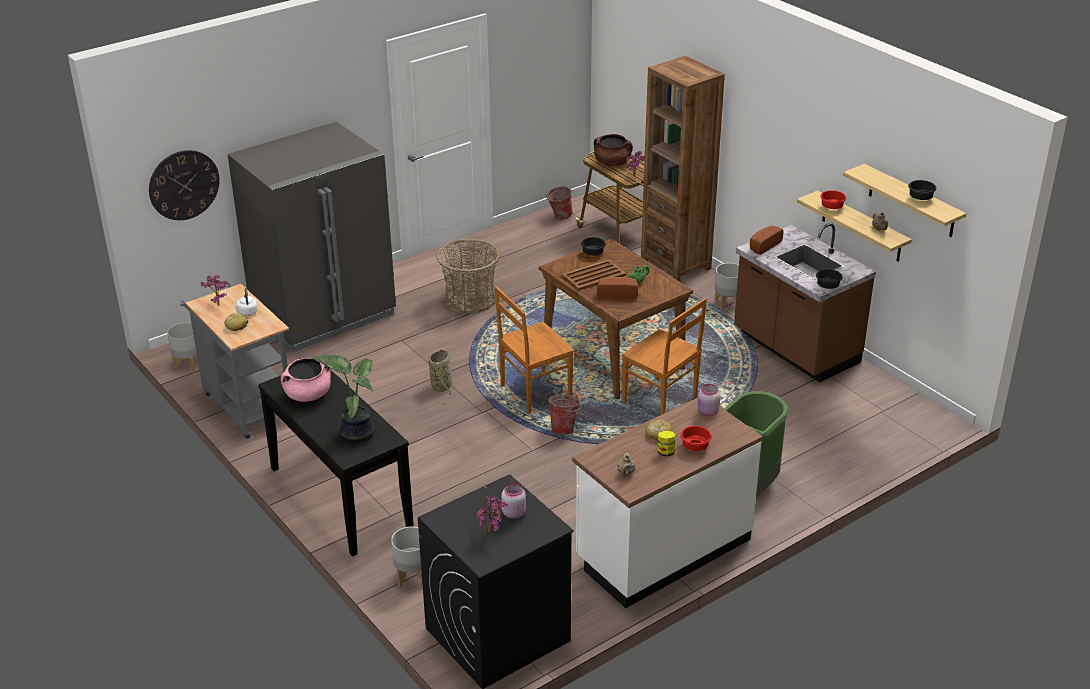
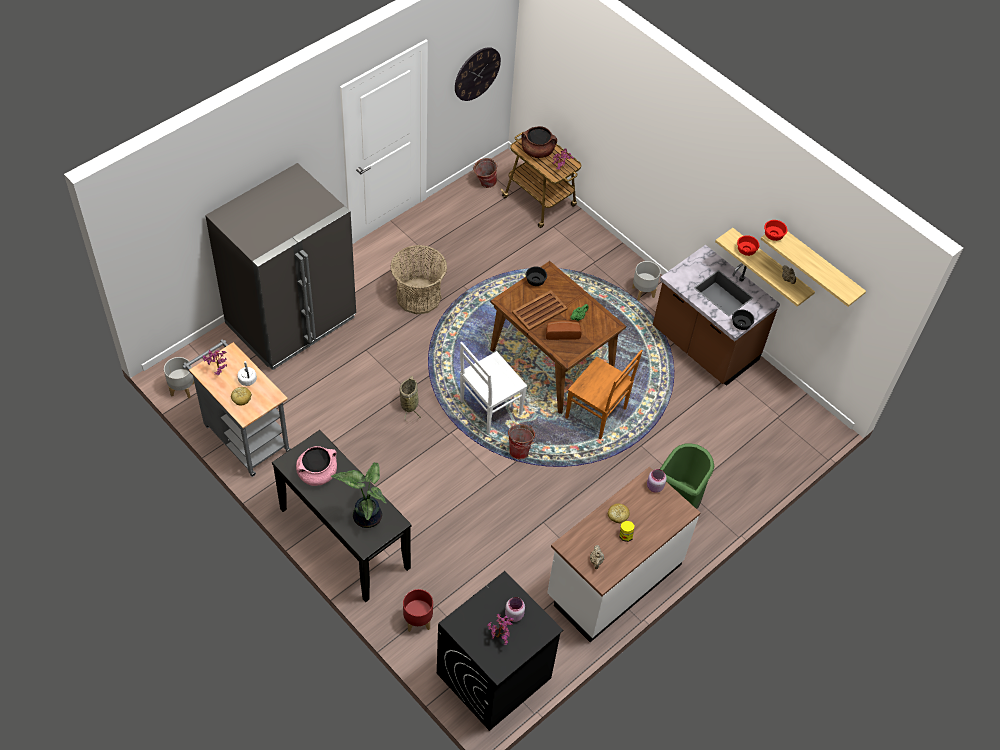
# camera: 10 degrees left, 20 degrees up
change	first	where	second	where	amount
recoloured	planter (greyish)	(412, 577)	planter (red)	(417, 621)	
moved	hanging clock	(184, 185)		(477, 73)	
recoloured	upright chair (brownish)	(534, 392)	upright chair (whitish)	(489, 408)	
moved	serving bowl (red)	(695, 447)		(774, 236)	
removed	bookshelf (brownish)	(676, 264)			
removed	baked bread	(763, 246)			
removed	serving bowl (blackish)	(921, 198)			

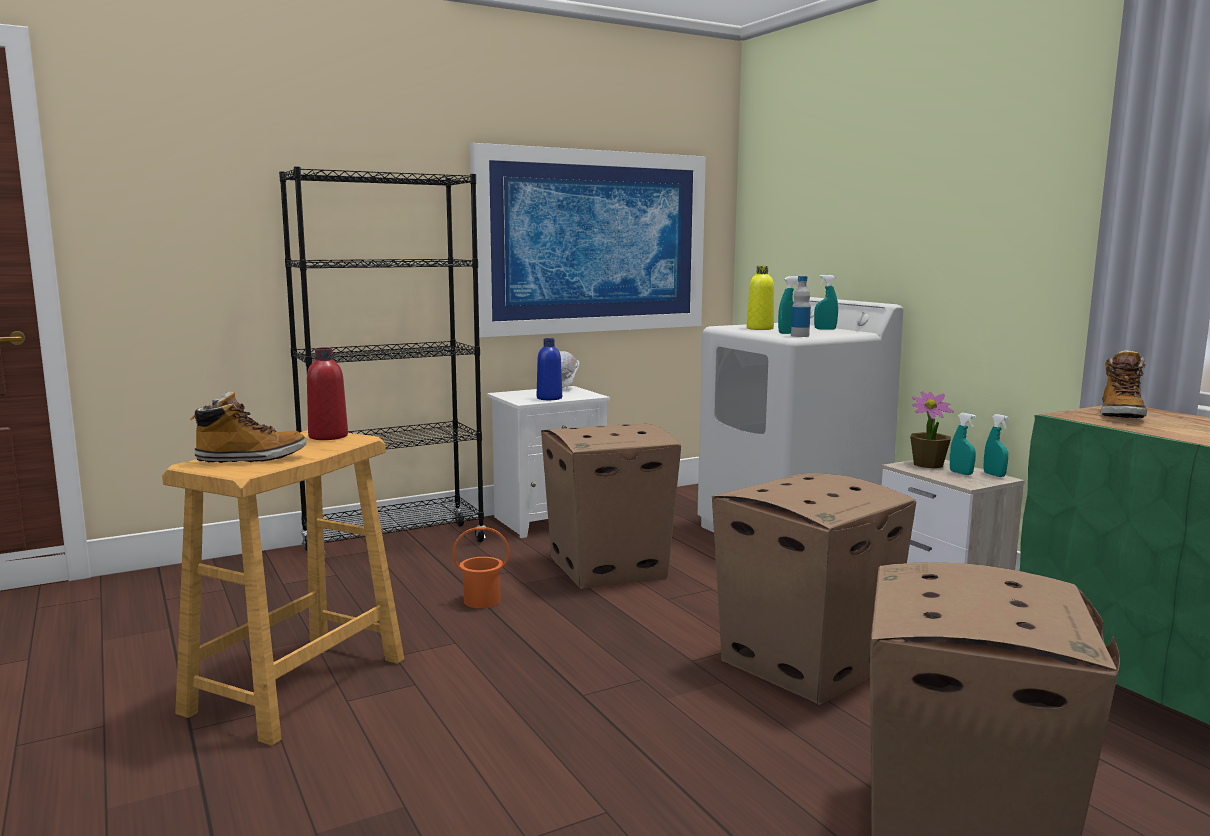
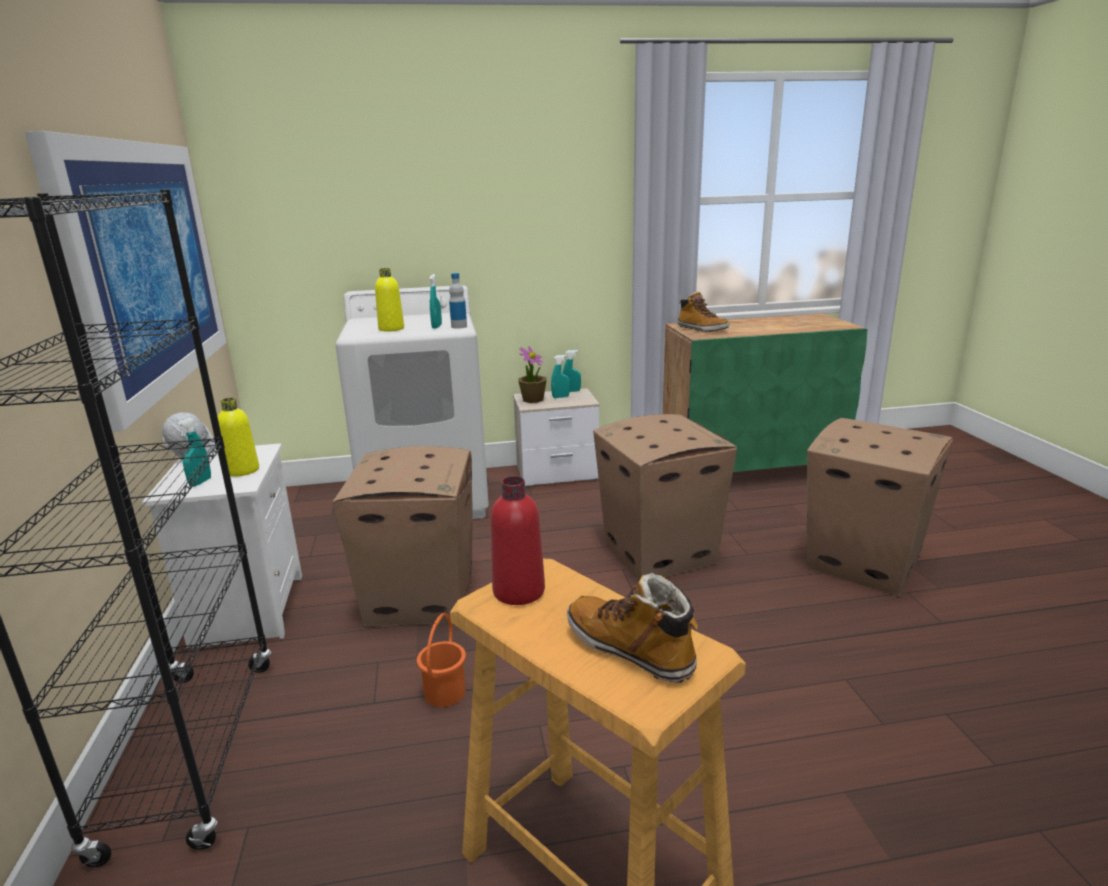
# camera: 70 degrees left, 10 degrees up
change	first	where	second	where	amount
moved	spray bottle (turquoise-coloured)	(825, 329)		(200, 482)	
recoloured	drink bottle (blue)	(549, 398)	drink bottle (yellowish)	(242, 470)	
turned	tall boot	(251, 458)		(630, 649)	45 degrees counterclockwise

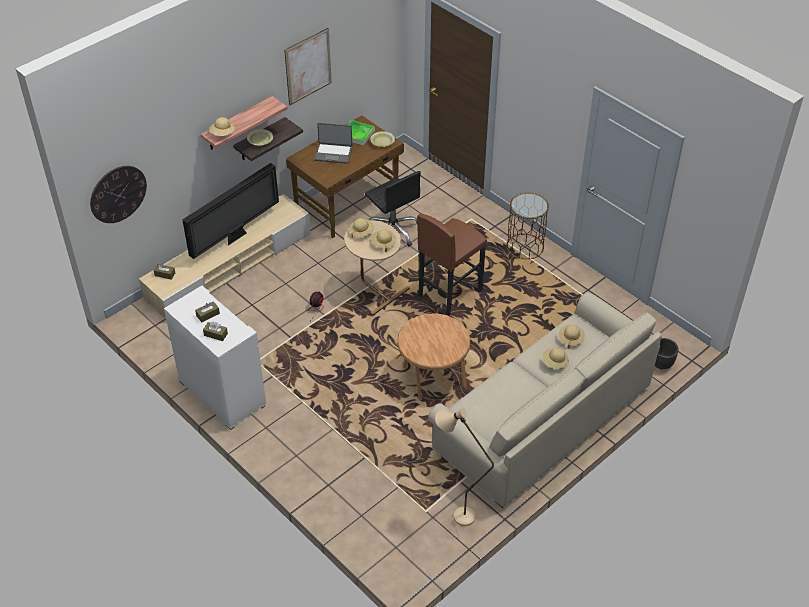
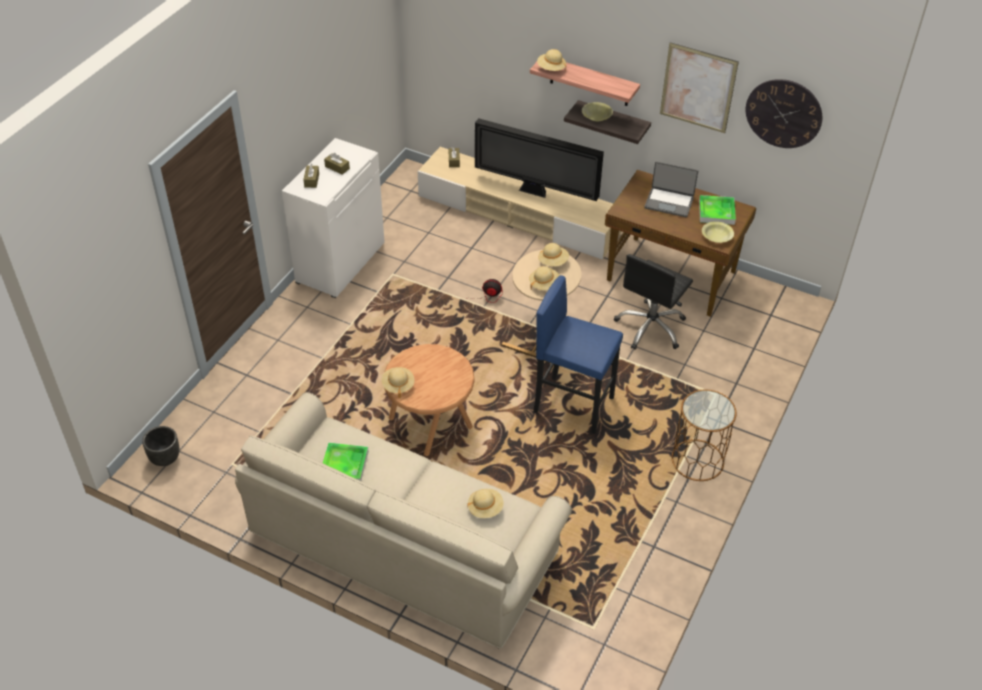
# camera: 70 degrees right, 0 degrees up
change	first	where	second	where	amount
moved	planter (blackish)	(661, 364)		(165, 459)	
added			tray	(344, 465)	
moved	clothing hat (sand-coloured)	(554, 363)		(398, 385)	
recoloured	stool (brownish)	(449, 292)	stool (blue)	(573, 404)	
turned	portable computer	(333, 153)		(669, 202)	60 degrees counterclockwise
moved	hanging clock	(118, 194)		(783, 113)	
removed	standing lamp (sand-coloured)	(456, 514)			

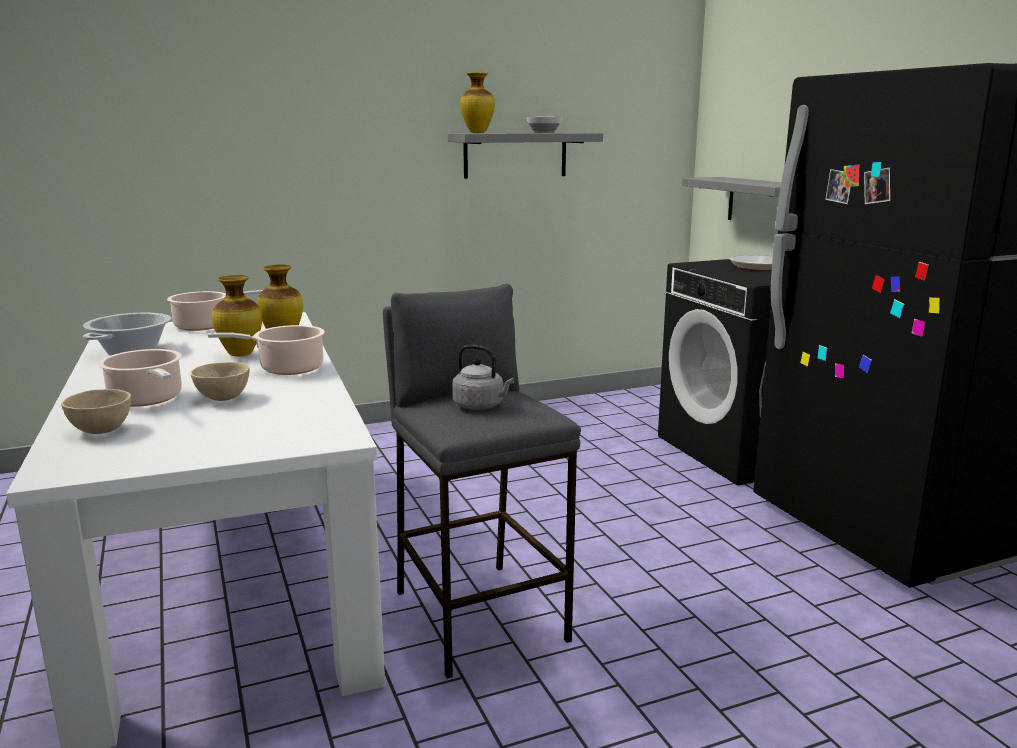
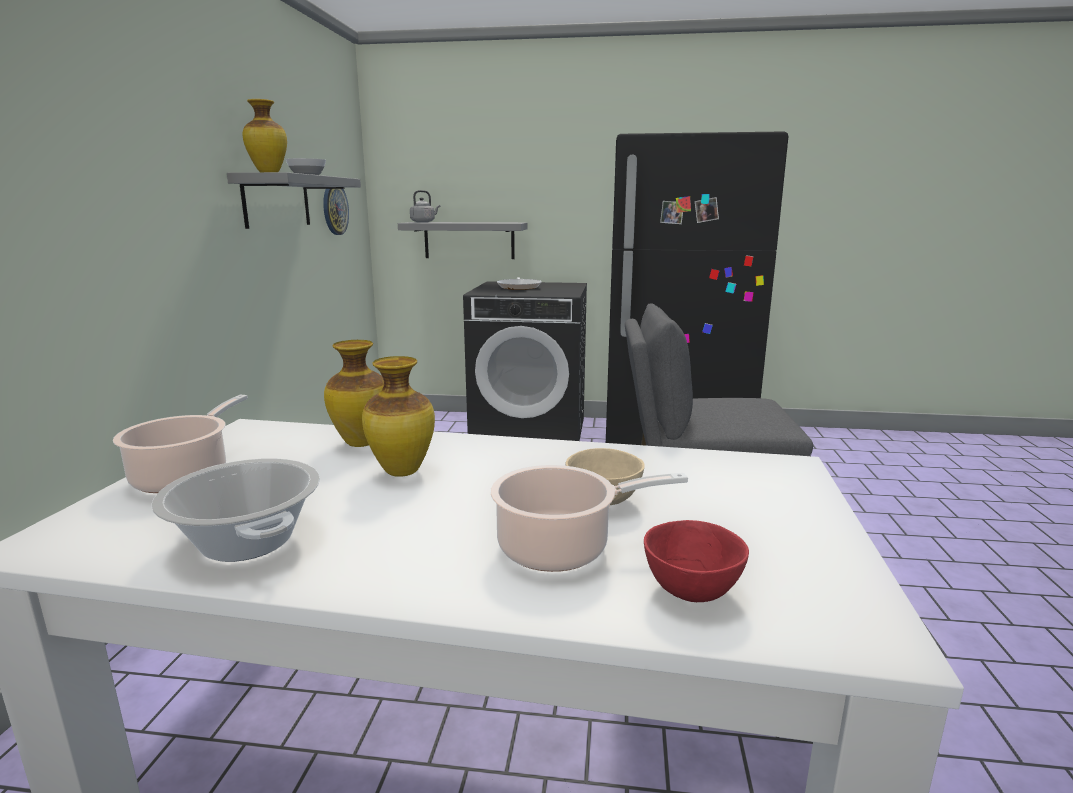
# camera: 60 degrees left, 0 degrees up
change	first	where	second	where	amount
added			hanging clock	(334, 209)	
moved	kettle (greyish)	(481, 406)		(424, 222)	
recoloured	serving bowl (sand-coloured)	(101, 430)	serving bowl (red)	(690, 592)	
removed	cooking pot	(287, 368)			

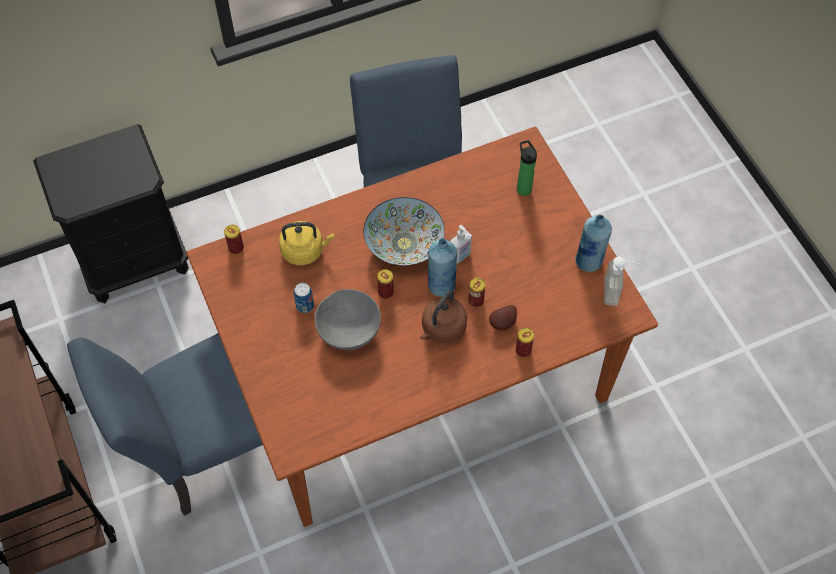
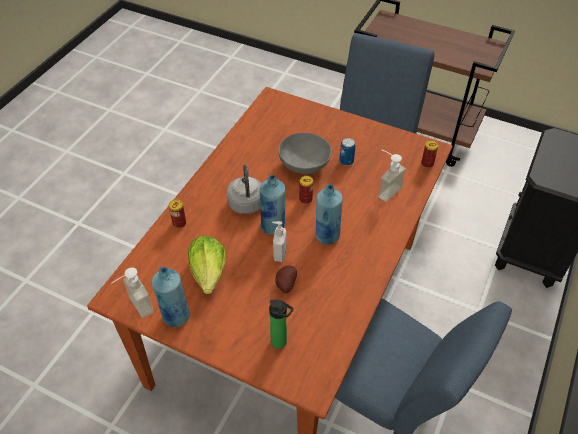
# camera: 140 degrees right, 10 degrees down
change	first	where	second	where	amount
added			lettuce	(209, 272)	
recoloured	kettle (brownish)	(442, 329)	kettle (greyish)	(246, 201)	
moved	whole potato	(503, 324)		(285, 284)	
replaced	serving bowl	(404, 244)	drink bottle (blue)	(327, 236)	
replaced	kettle (yellowish)	(305, 250)	soap bottle	(385, 189)	
removed	metal can	(476, 300)			

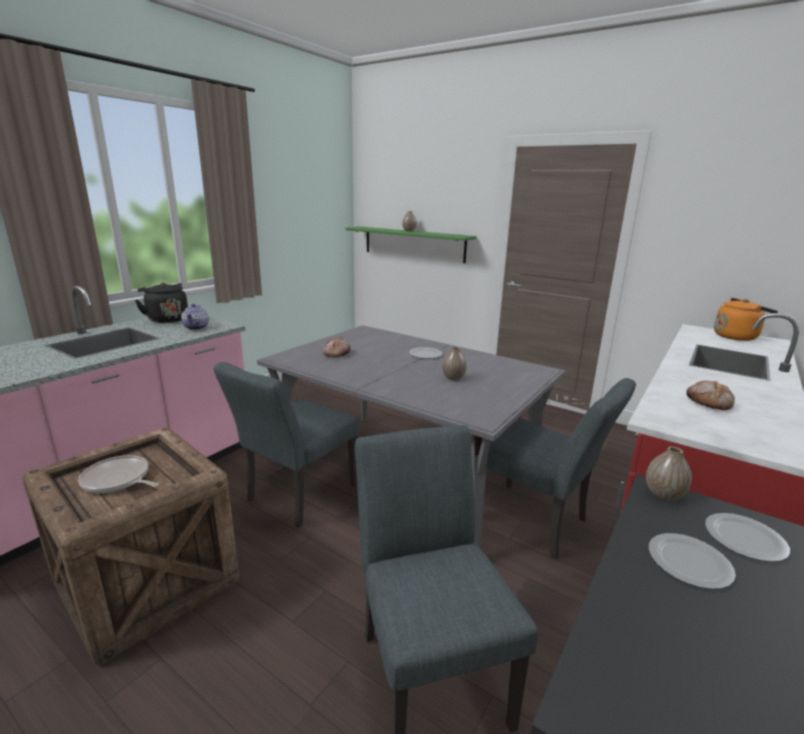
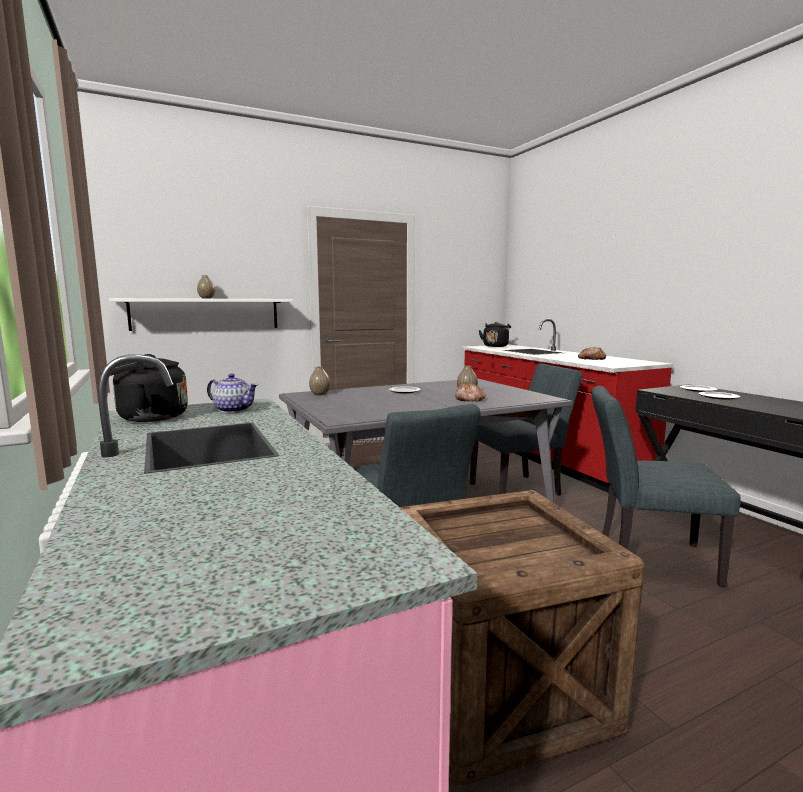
# camera: 60 degrees left, 10 degrees down
change	first	where	second	where	amount
recoloured	wall shelf (greenish)	(413, 244)	wall shelf (whitish)	(206, 314)	
moved	vase	(663, 495)		(320, 394)	
moved	baked bread	(336, 353)		(469, 399)	
recoloured	kettle (orange)	(737, 337)	kettle (blackish)	(495, 346)	
removed	frying pan	(118, 480)			

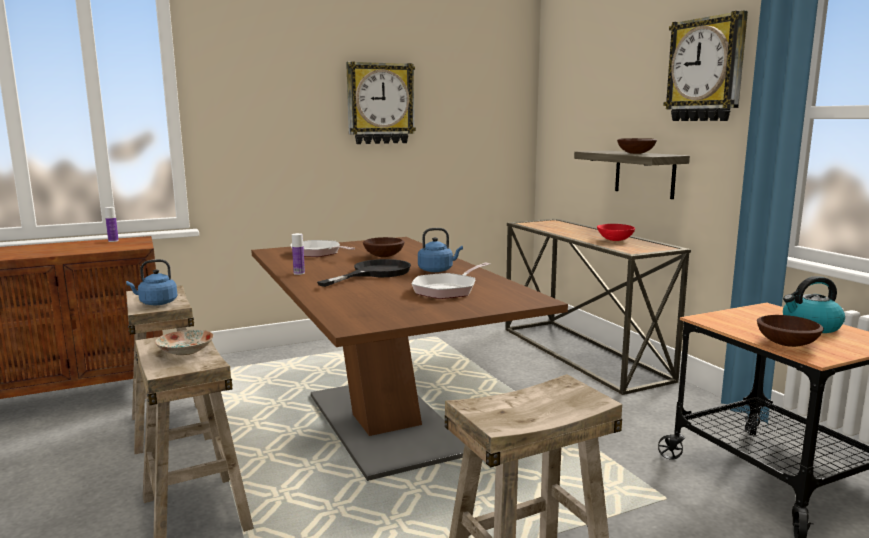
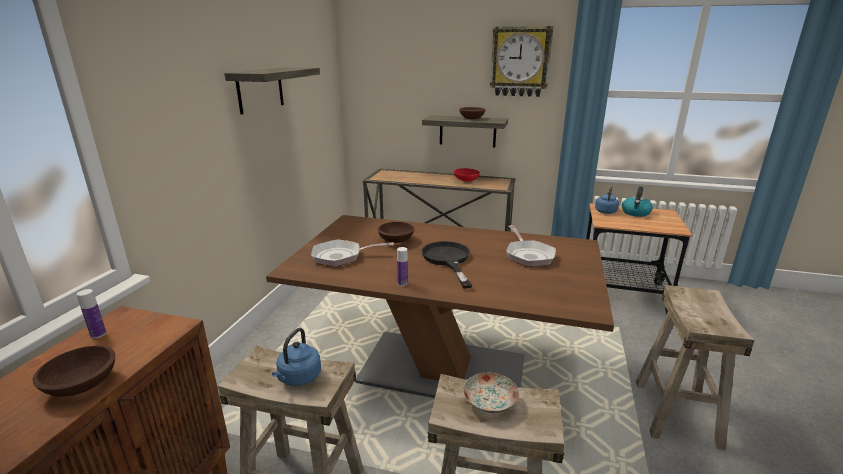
# camera: 50 degrees left, 10 degrees up
change	first	where	second	where	amount
moved	serving bowl (brownish)	(786, 343)		(81, 386)	
replaced	hanging clock	(380, 103)	wall shelf	(260, 89)	
moved	kettle (blue)	(437, 270)		(606, 211)	

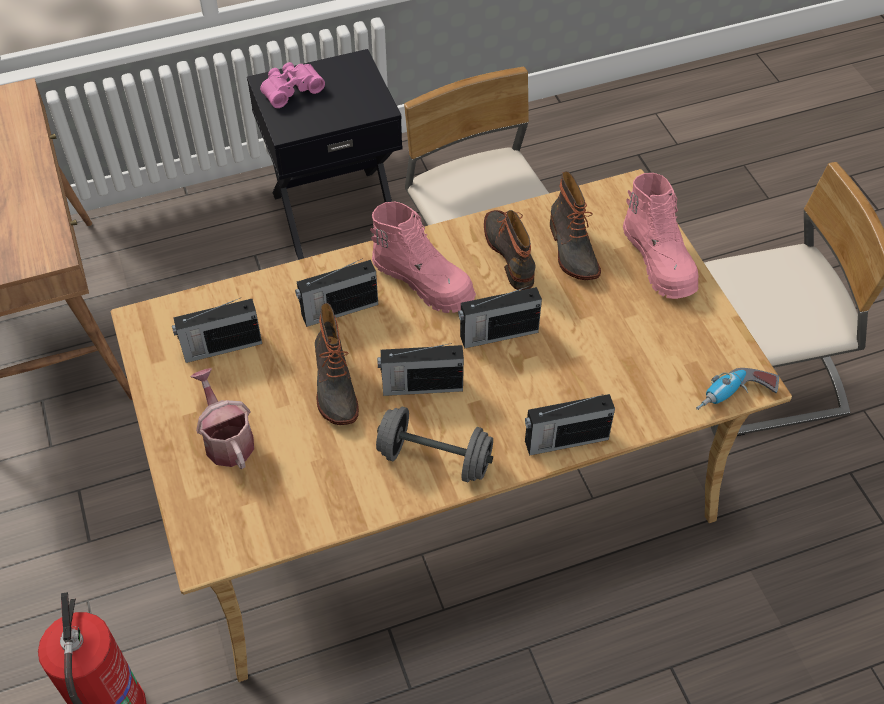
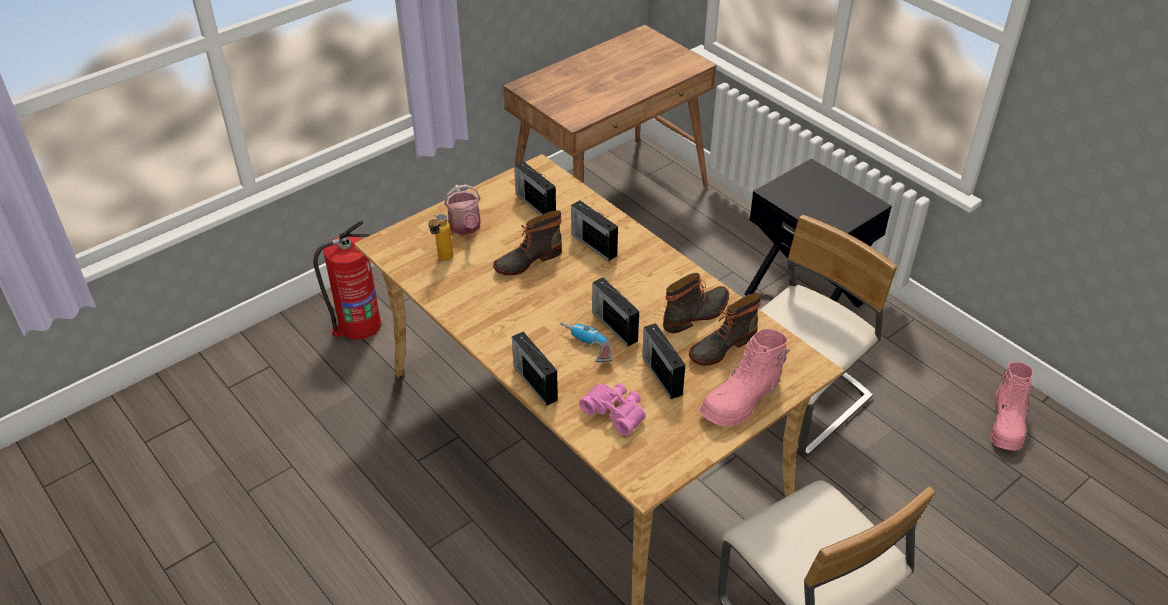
# camera: 70 degrees right, 10 degrees down
change	first	where	second	where	amount
added			drink bottle	(442, 260)	
turned	watering pot	(226, 439)		(465, 227)	120 degrees clockwise
moved	drill	(734, 398)		(586, 347)	
moved	binoculars (pinkish)	(290, 89)		(616, 411)	
moved	radio set	(420, 386)		(661, 374)	
moved	tall boot (pinkish)	(424, 282)		(1007, 424)	
removed	dumbbell (greyish)	(434, 459)			

